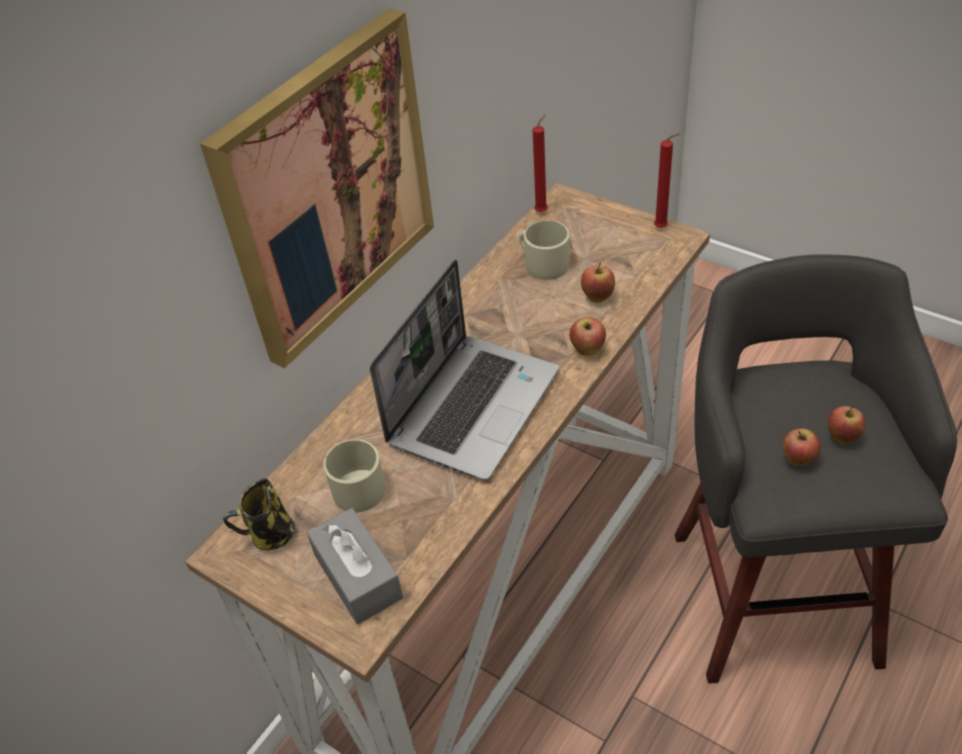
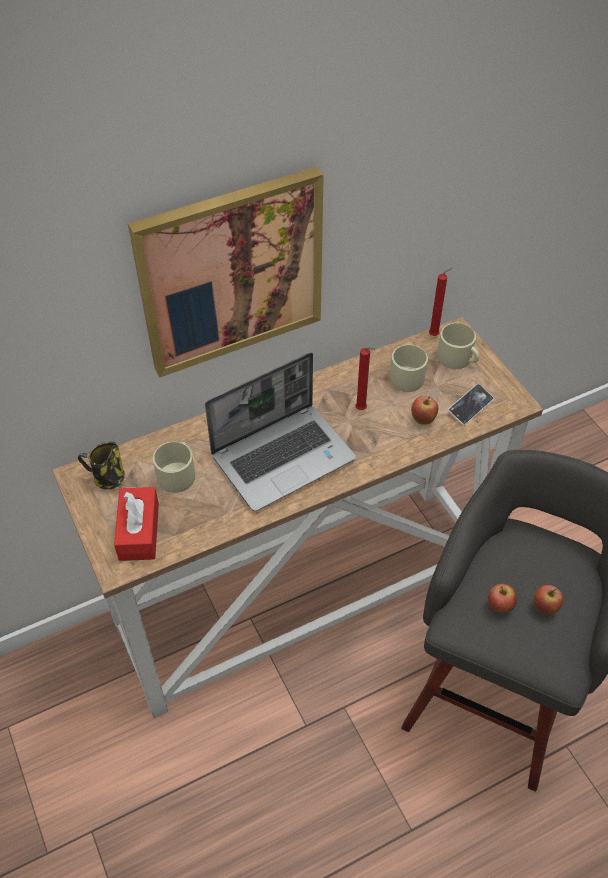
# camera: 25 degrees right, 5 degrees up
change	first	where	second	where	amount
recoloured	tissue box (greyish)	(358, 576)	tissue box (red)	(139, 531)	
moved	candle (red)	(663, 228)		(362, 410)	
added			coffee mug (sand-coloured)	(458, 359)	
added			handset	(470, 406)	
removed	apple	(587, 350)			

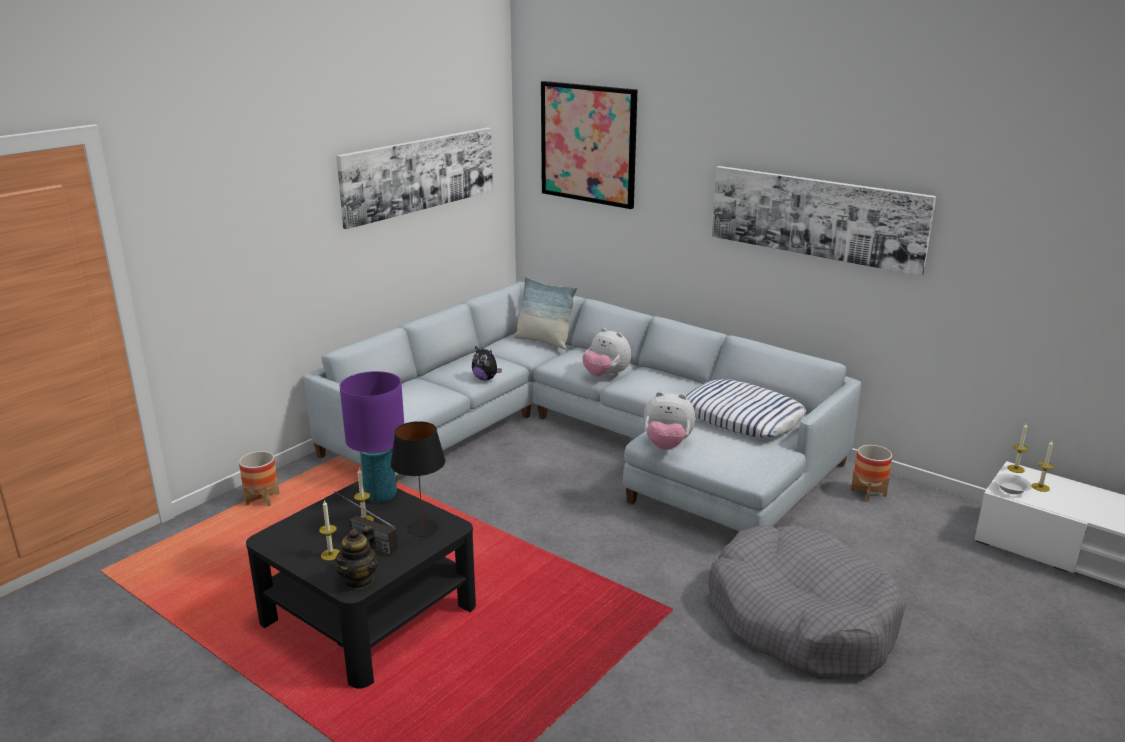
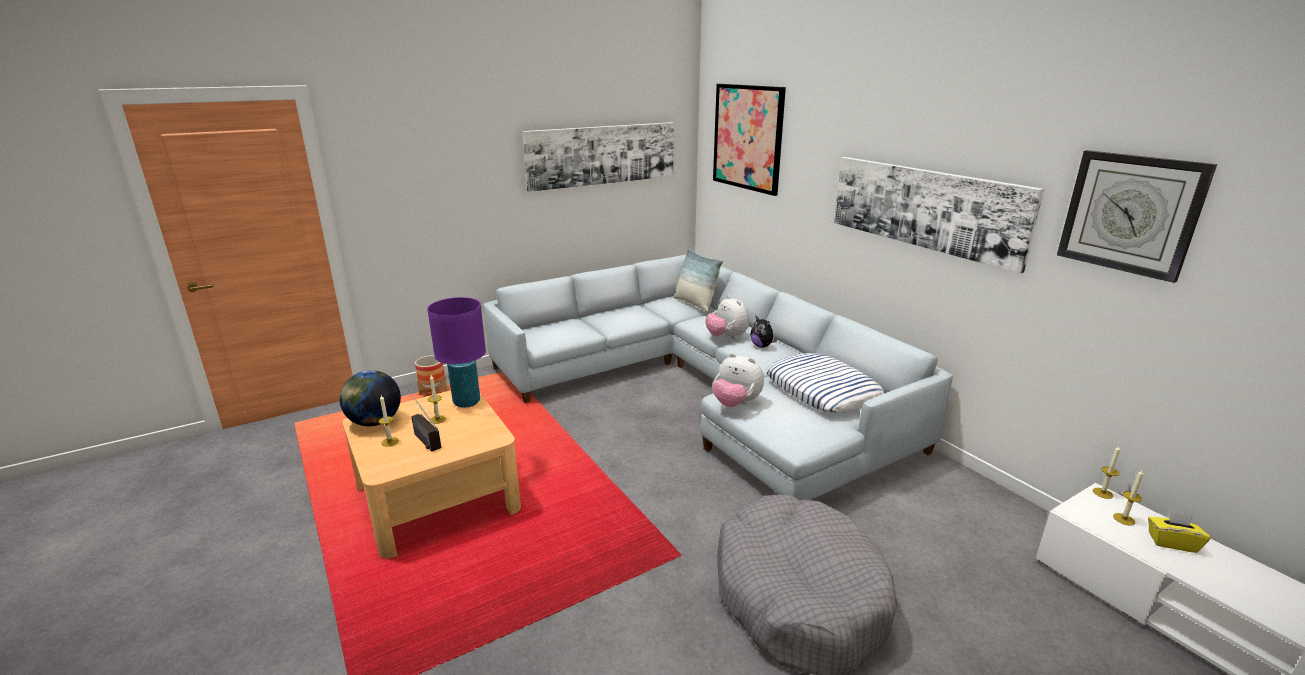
# camera: 20 degrees right, 0 degrees up
change	first	where	second	where	amount
added			world globe	(374, 422)	
recoloured	lounge table (blackish)	(370, 614)	lounge table (sand-coloured)	(438, 497)	
moved	plush toy	(486, 378)		(762, 346)	
added			hanging clock	(1130, 213)	
added			tissue box (yellowish)	(1171, 542)	
removed	tea pot	(359, 580)			
removed	tabletop lamp (blackish)	(423, 528)			
removed	planter	(868, 493)			
removed	serving bowl (whitish)	(1011, 490)			

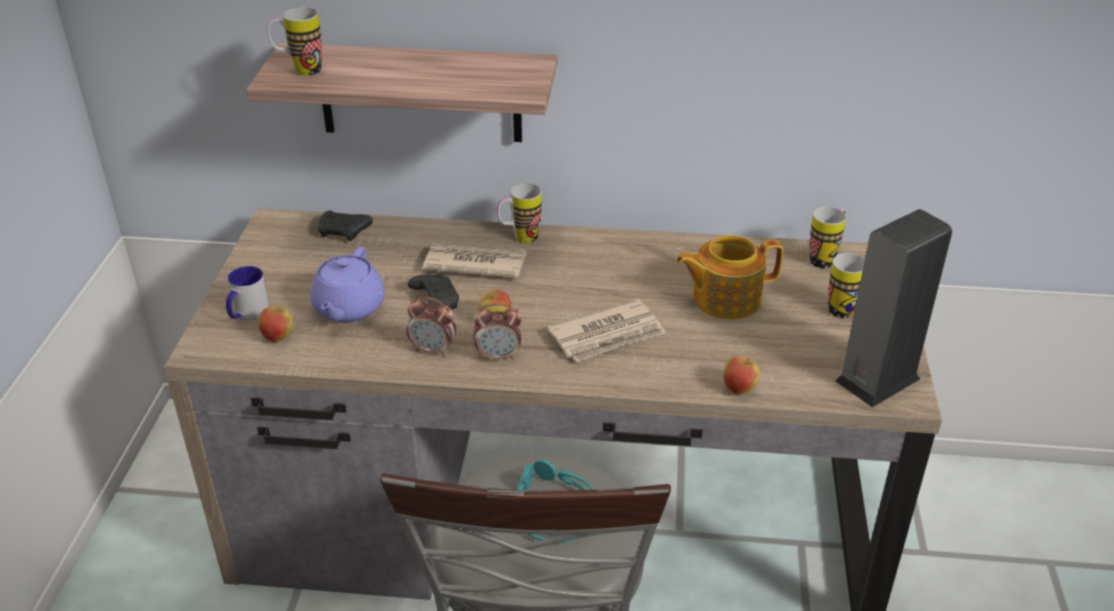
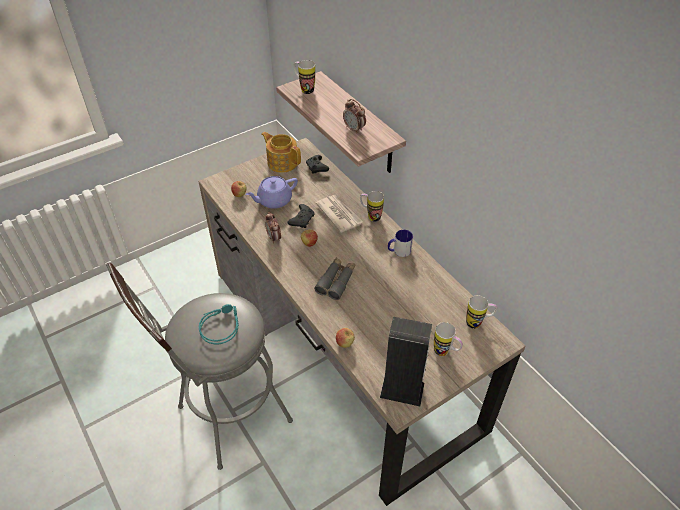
# camera: 50 degrees right, 10 degrees up
change	first	where	second	where	amount
moved	tea pot	(724, 298)		(282, 162)	
replaced	printed paper	(607, 335)	binoculars (greyish)	(336, 281)	
moved	alarm clock	(498, 356)		(354, 129)	
moved	coffee mug	(247, 314)		(399, 251)	

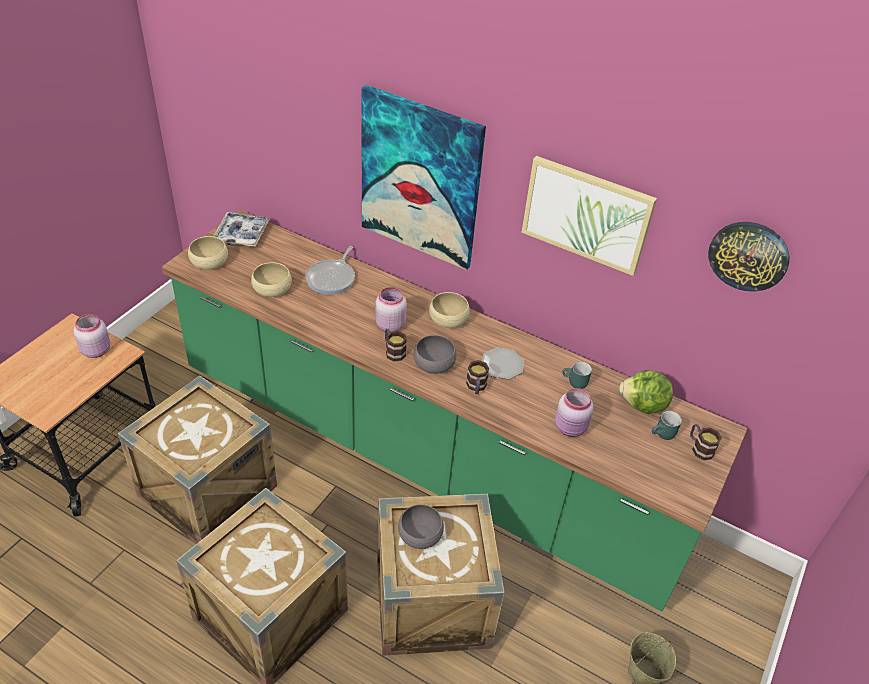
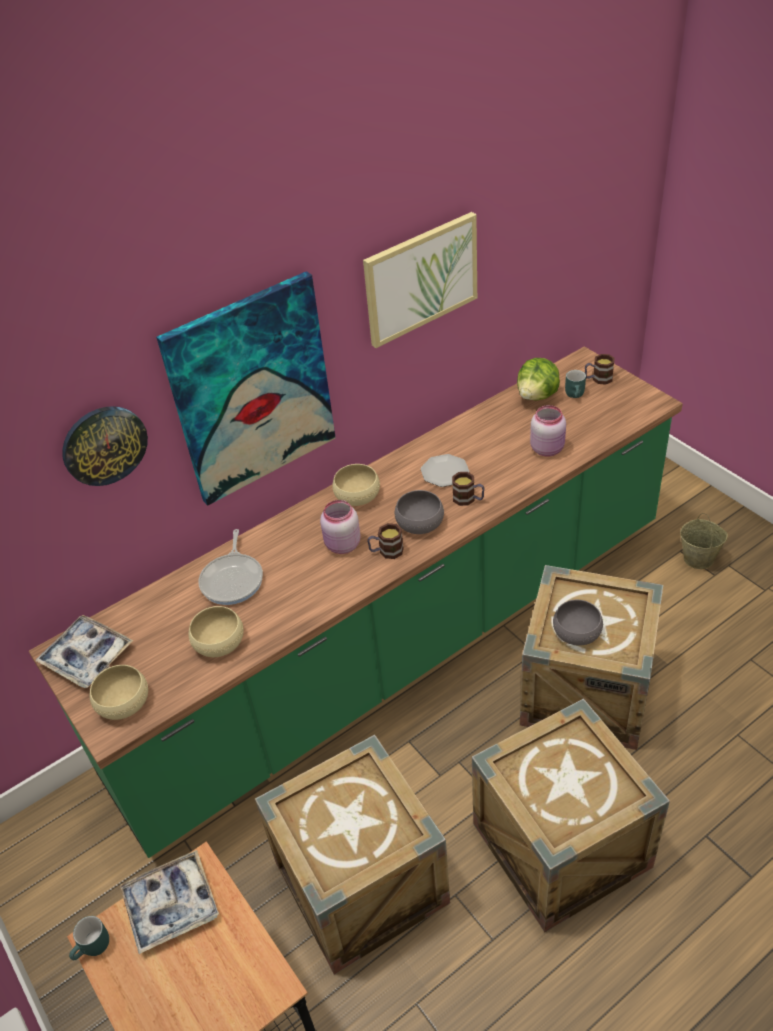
# camera: 60 degrees left, 0 degrees up
change	first	where	second	where	amount
moved	hanging clock	(748, 255)		(104, 445)	
moved	coffee mug (turquoise-coloured)	(574, 383)		(94, 948)	
replaced	preserve jar (pinkish)	(97, 350)	tray	(171, 905)	
turned	frying pan	(332, 278)		(233, 579)	45 degrees clockwise

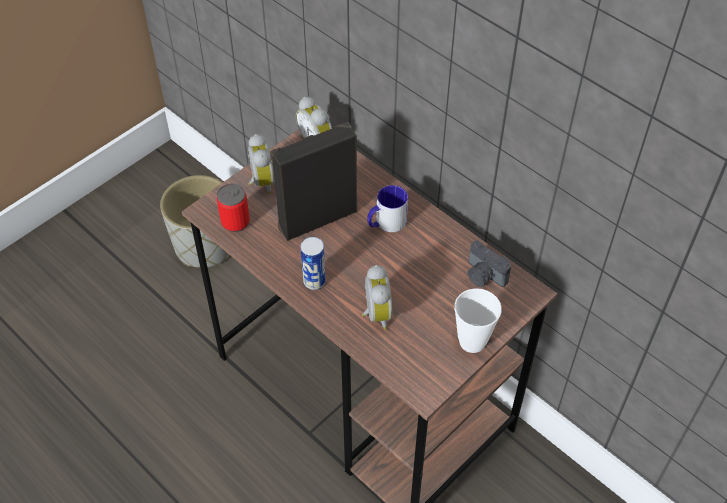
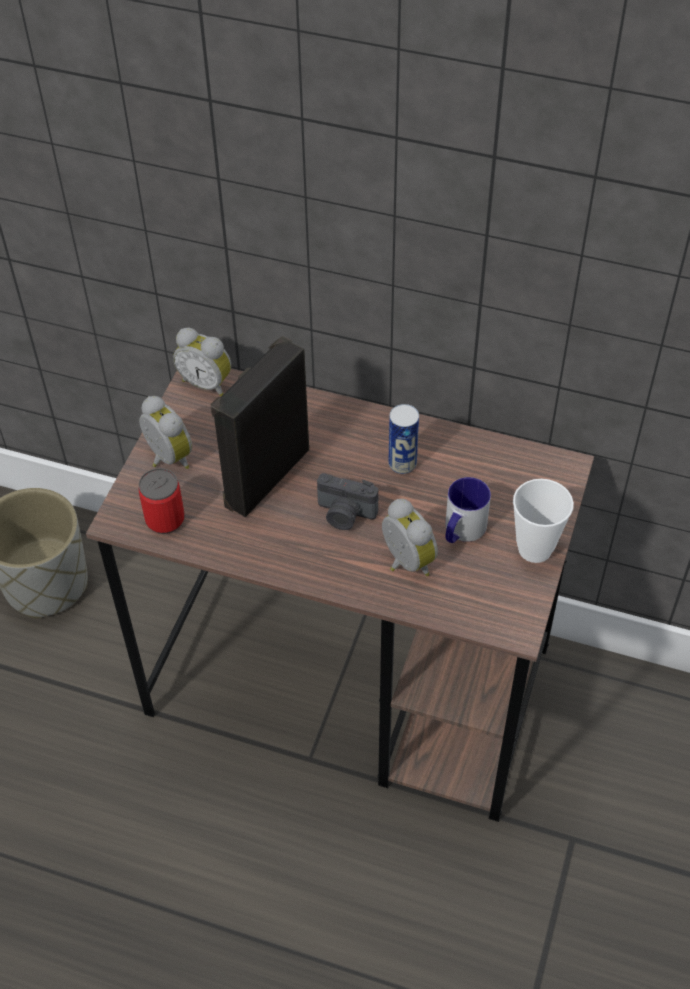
# camera: 25 degrees left, 0 degrees up
change	first	where	second	where	amount
moved	photo camera	(483, 276)		(345, 515)	
moved	metal can	(314, 281)		(402, 464)	
moved	coffee mug	(386, 223)		(461, 531)	

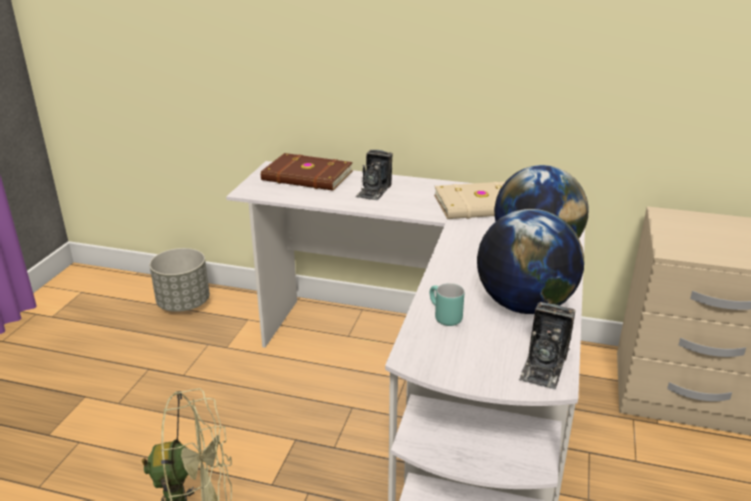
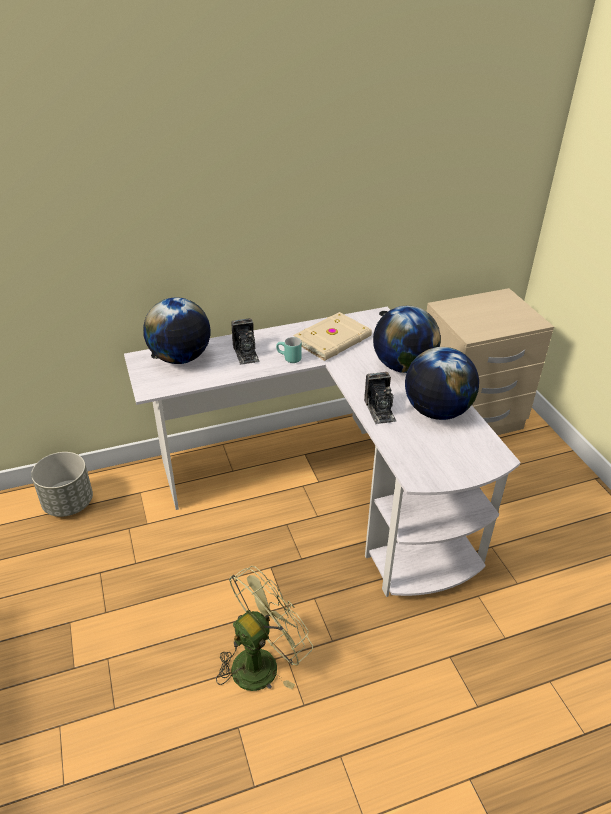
# camera: 35 degrees left, 10 degrees up
change	first	where	second	where	amount
replaced	book (brownish)	(307, 177)	world globe	(180, 358)	
moved	coffee mug (turquoise-coloured)	(442, 317)		(288, 359)	
moved	photo camera	(544, 365)		(380, 410)	

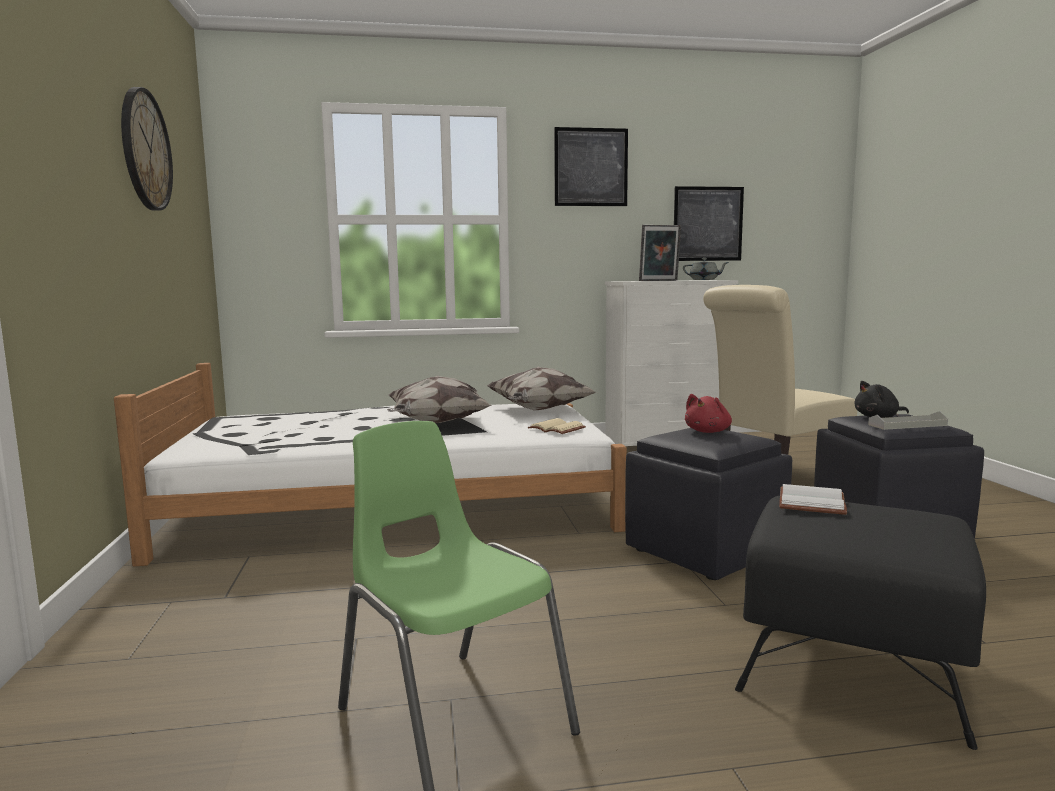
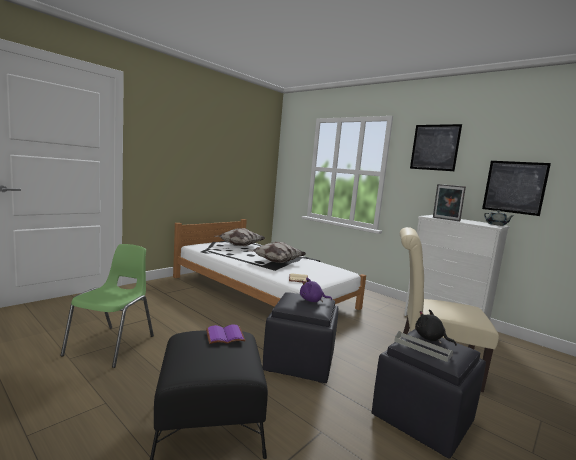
# camera: 50 degrees right, 0 degrees up
change	first	where	second	where	amount
recoloured	book (whitish)	(814, 503)	book (purple-coloured)	(224, 336)	
moved	pillow	(539, 410)		(239, 245)	
recoloured	plush toy (red)	(708, 431)	plush toy (purple-coloured)	(312, 300)	
removed	hanging clock	(145, 150)			

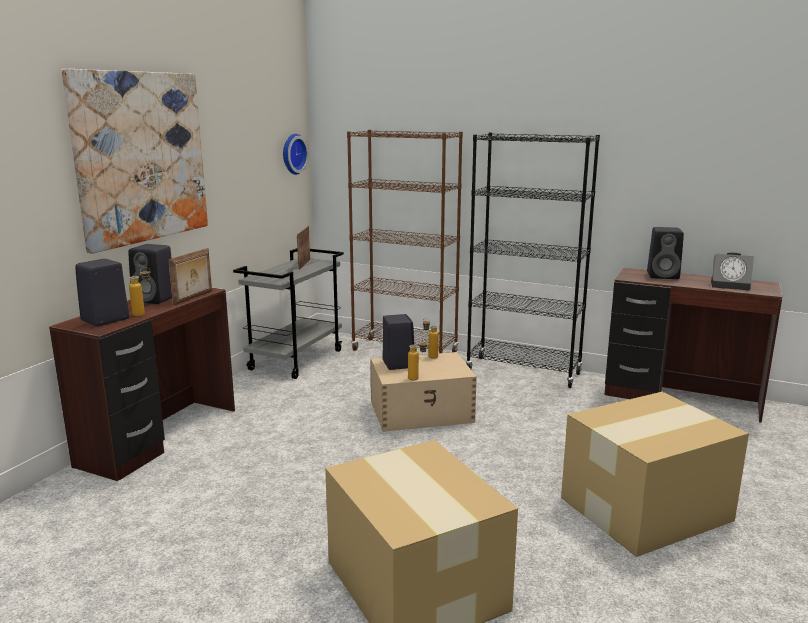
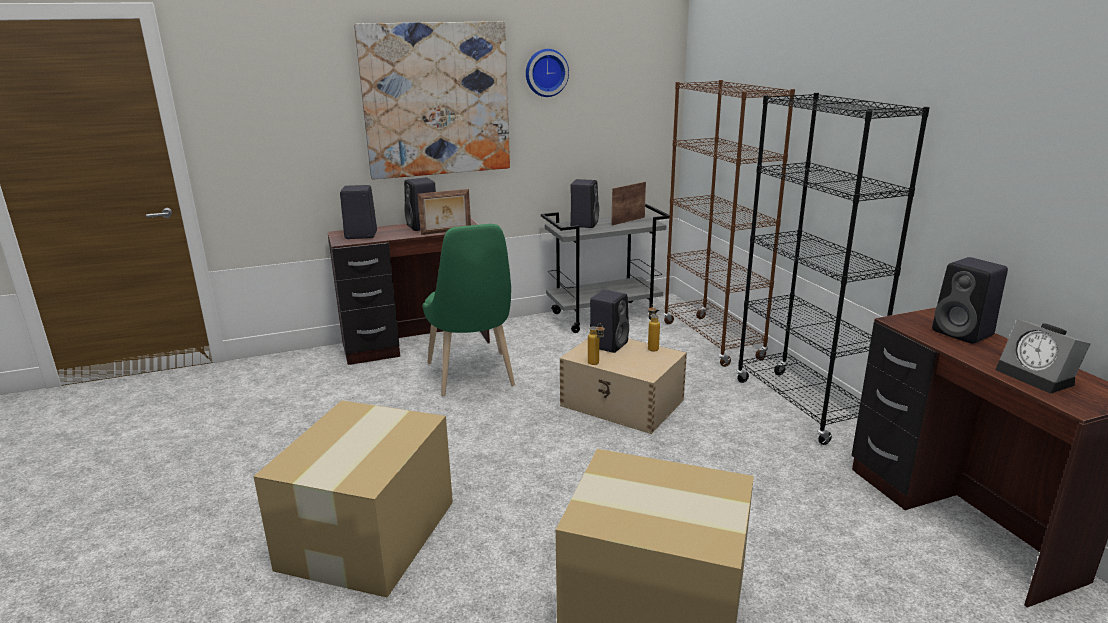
# camera: 45 degrees right, 5 degrees up
change	first	where	second	where	amount
added			upright chair (greenish)	(473, 377)	
moved	hanging clock	(292, 154)		(546, 72)	
added			audio speaker (blackish)	(584, 224)	
removed	drink bottle	(143, 314)			

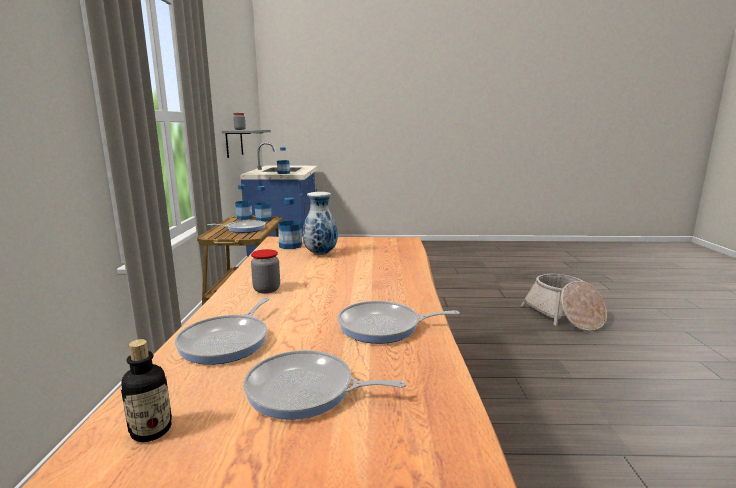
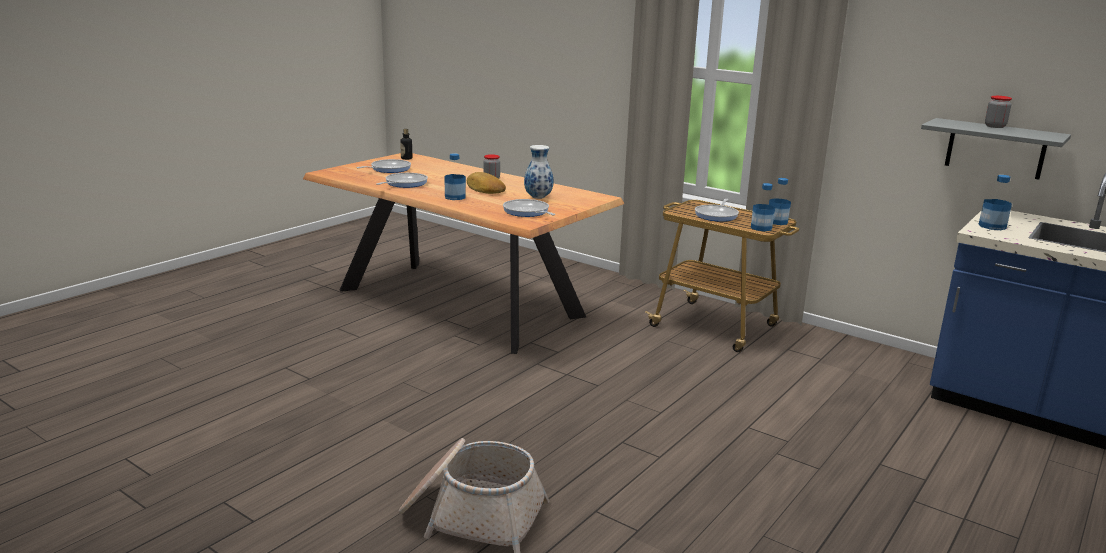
# camera: 125 degrees right, 5 degrees up
change	first	where	second	where	amount
moved	drink bottle	(290, 246)		(455, 197)	
added			baked bread	(484, 189)	
moved	frying pan	(227, 341)		(527, 212)	

